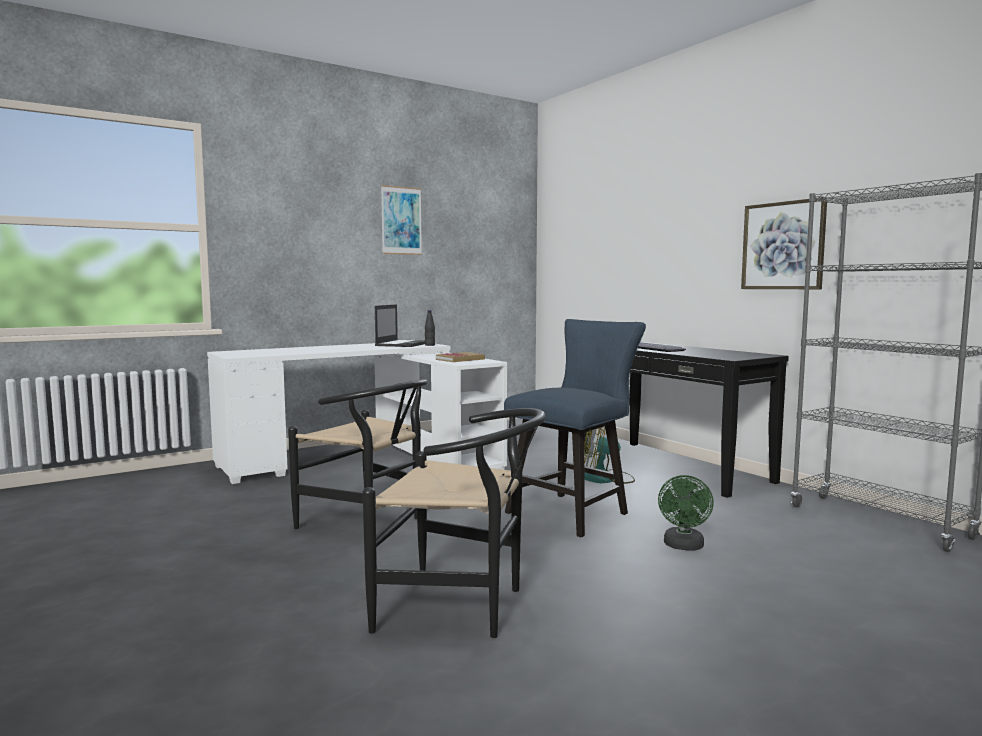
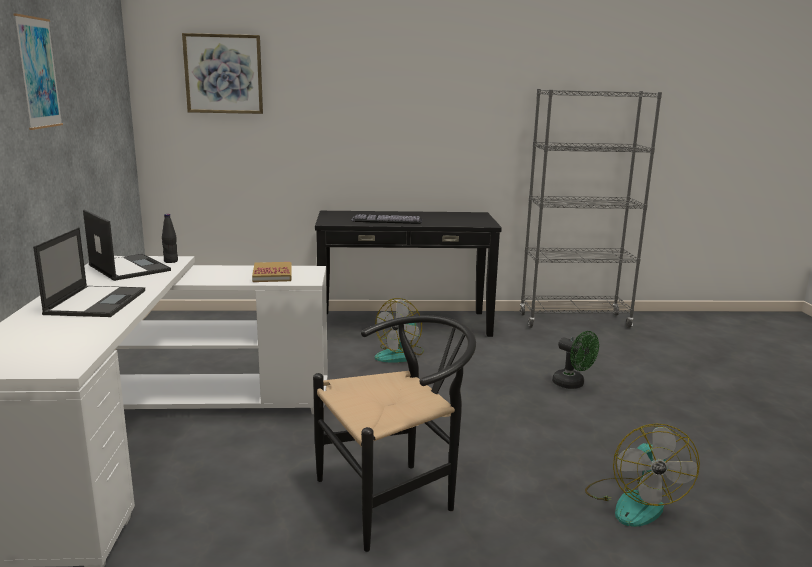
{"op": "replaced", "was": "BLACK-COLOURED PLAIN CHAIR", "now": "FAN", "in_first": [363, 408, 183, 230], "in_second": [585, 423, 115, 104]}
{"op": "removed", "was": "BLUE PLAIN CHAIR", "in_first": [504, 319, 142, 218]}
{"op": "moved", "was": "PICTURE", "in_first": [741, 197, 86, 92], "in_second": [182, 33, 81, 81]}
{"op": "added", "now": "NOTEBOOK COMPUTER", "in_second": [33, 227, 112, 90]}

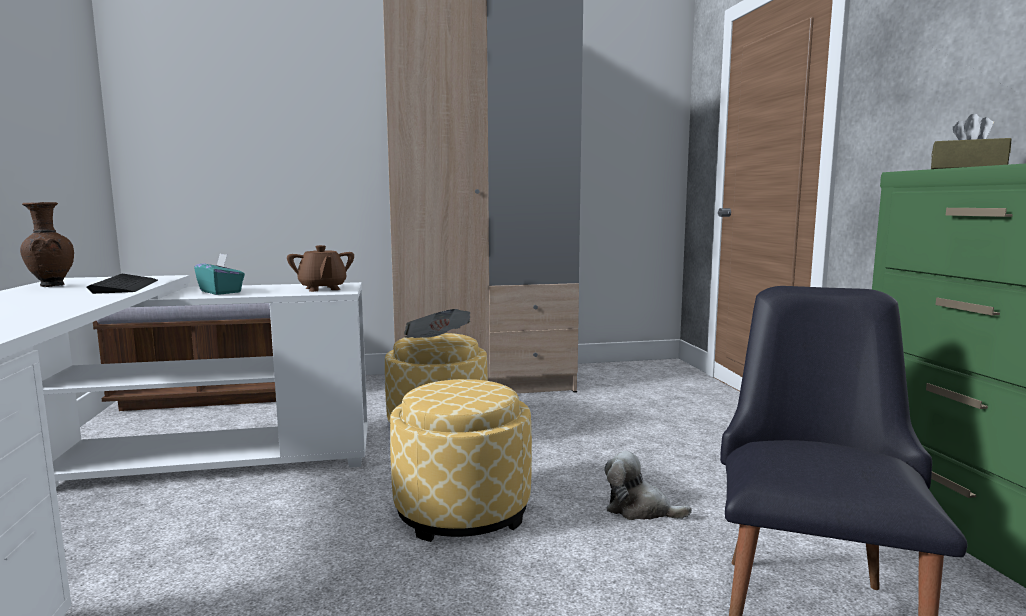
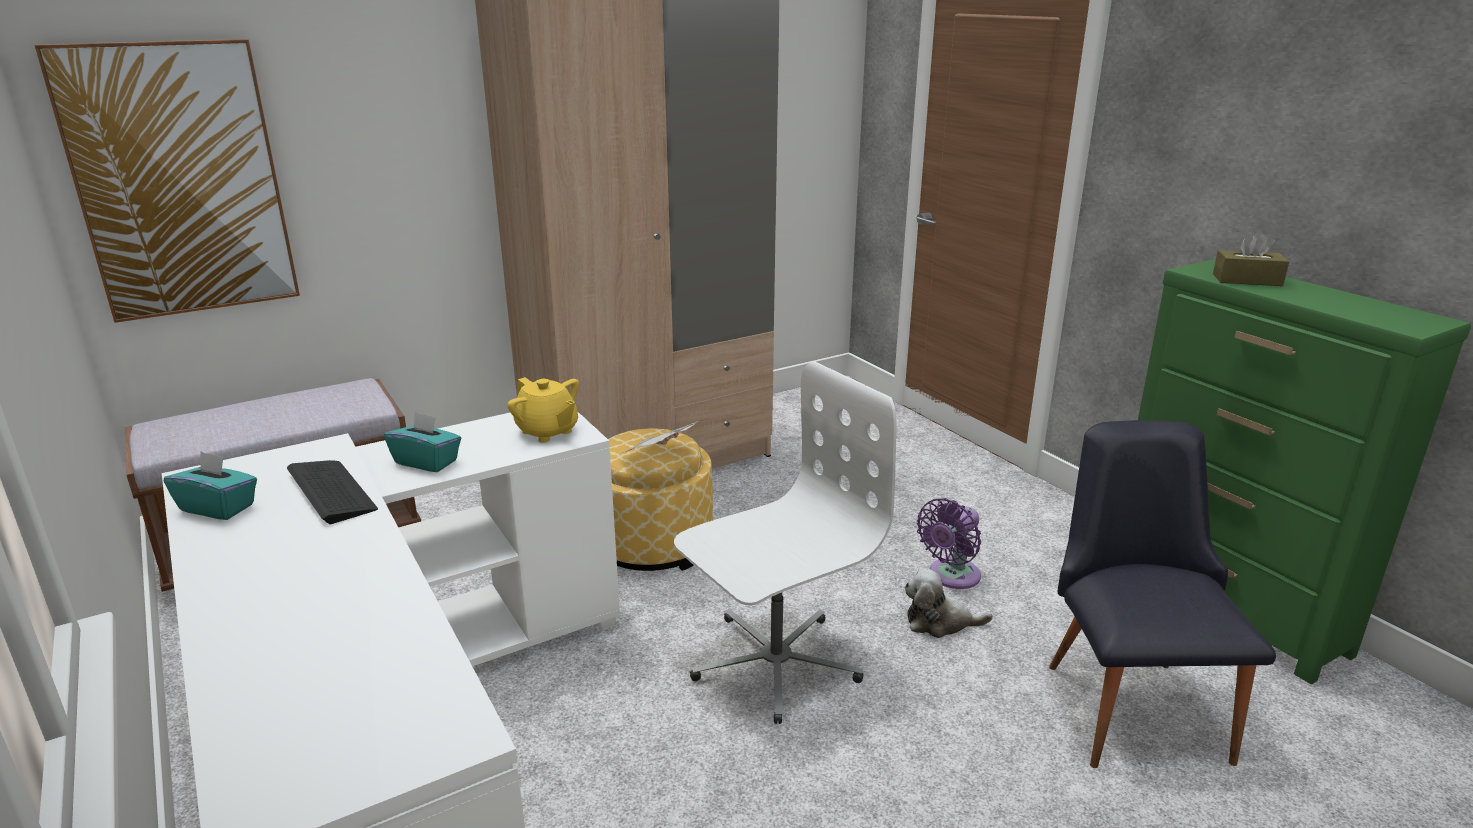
{"op": "replaced", "was": "BROWN-COLOURED VASE", "now": "TURQUOISE TISSUE BOX", "in_first": [20, 202, 54, 85], "in_second": [164, 451, 93, 69]}
{"op": "recoloured", "was": "BROWN-COLOURED POT FOR TEA", "now": "YELLOW-COLOURED POT FOR TEA", "in_first": [287, 245, 67, 47], "in_second": [507, 377, 72, 66]}
{"op": "replaced", "was": "POUFFE", "now": "WHITE COMPUTER CHAIR", "in_first": [390, 379, 142, 163], "in_second": [674, 361, 223, 363]}
{"op": "added", "now": "PICTURE", "in_second": [35, 39, 265, 284]}
{"op": "added", "now": "PURPLISH FAN", "in_second": [917, 498, 64, 91]}

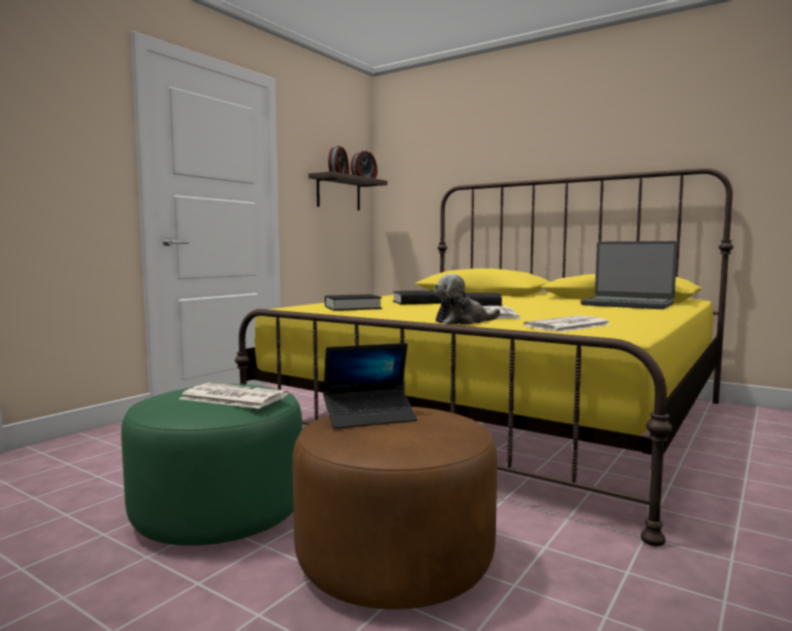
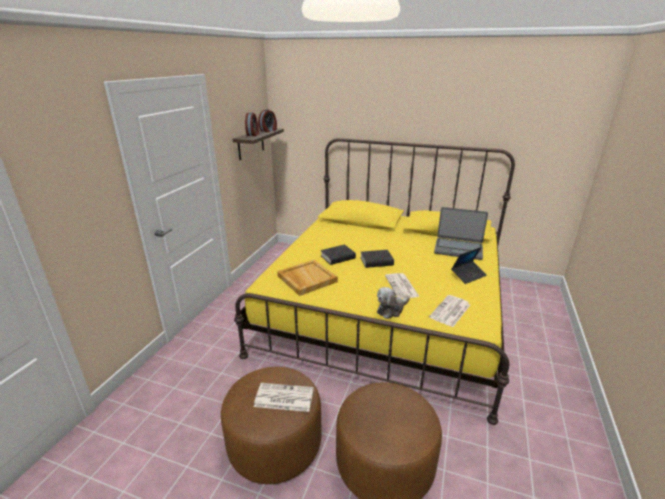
{"op": "recoloured", "was": "GREEN POUFFE", "now": "BROWN-COLOURED POUFFE", "in_first": [121, 384, 181, 162], "in_second": [221, 367, 101, 117]}
{"op": "moved", "was": "NOTEBOOK COMPUTER", "in_first": [323, 343, 94, 86], "in_second": [451, 247, 36, 37]}
{"op": "replaced", "was": "BLACK-COLOURED BOUND BOOK", "now": "BEIGE-COLOURED TRAY", "in_first": [325, 294, 57, 17], "in_second": [277, 260, 61, 36]}

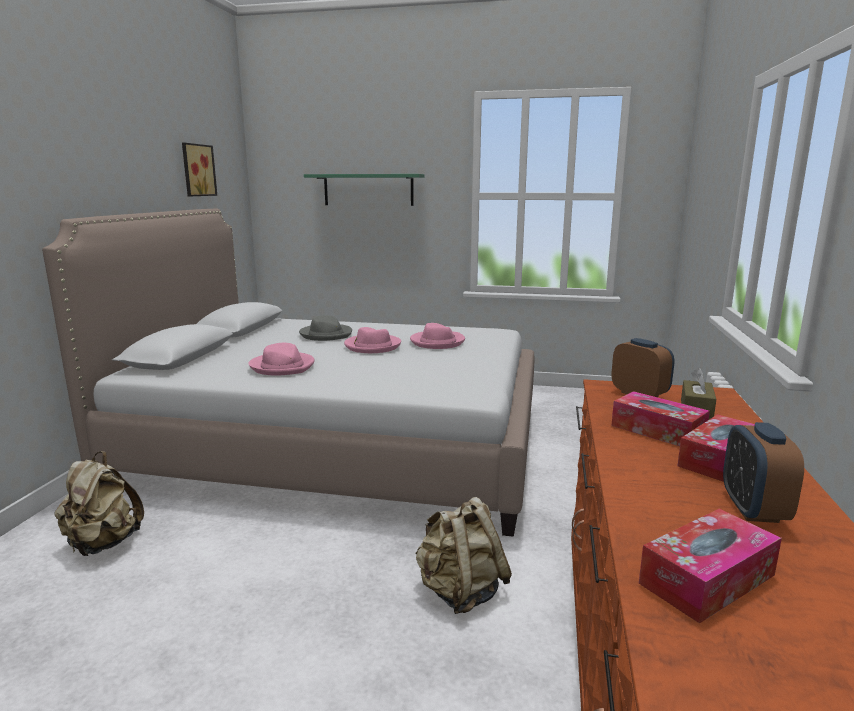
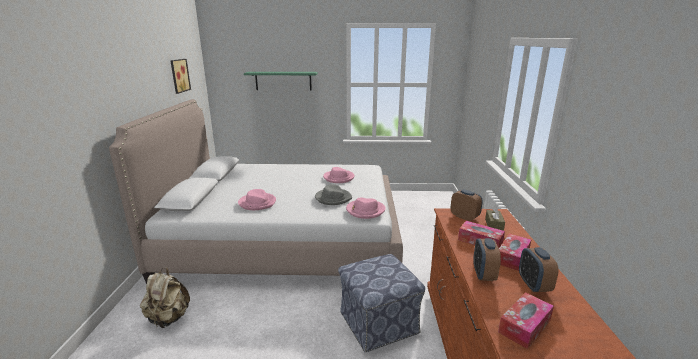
{"op": "moved", "was": "GRAY HAT", "in_first": [299, 315, 53, 26], "in_second": [315, 184, 37, 21]}
{"op": "moved", "was": "PINK HAT", "in_first": [344, 327, 57, 26], "in_second": [346, 197, 40, 22]}
{"op": "replaced", "was": "BEIGE-COLOURED KNAPSACK", "now": "POUFFE", "in_first": [415, 497, 97, 117], "in_second": [338, 254, 87, 98]}
{"op": "added", "now": "ALARM CLOCK", "in_second": [473, 238, 28, 43]}

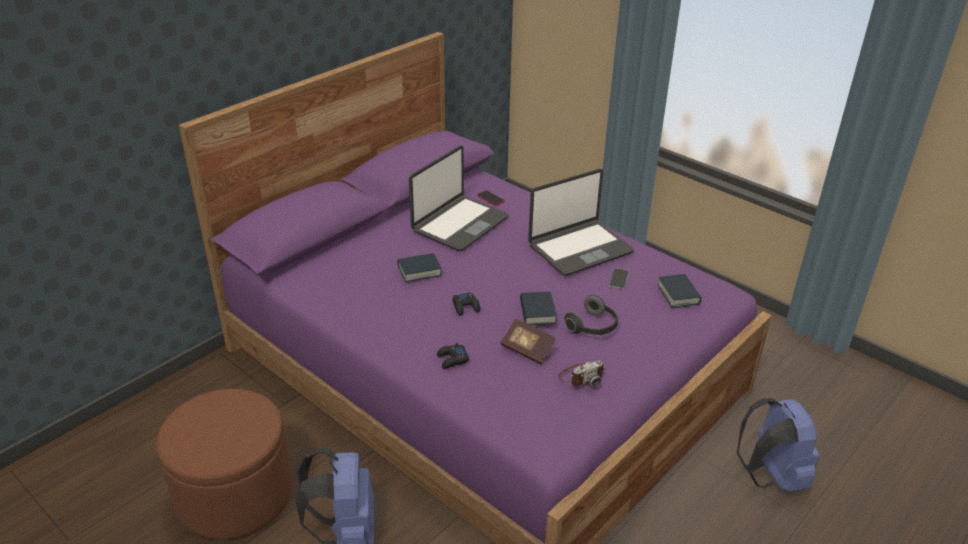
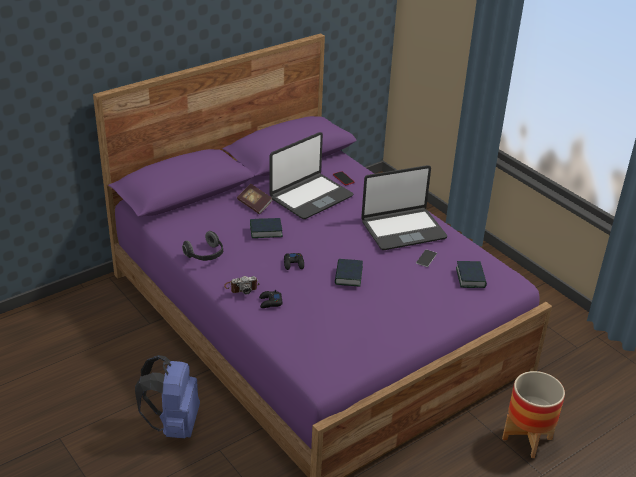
{"op": "removed", "was": "BROWN-COLOURED POUFFE", "in_first": [156, 389, 137, 150]}
{"op": "moved", "was": "BOUND BOOK", "in_first": [500, 319, 56, 45], "in_second": [237, 184, 36, 30]}
{"op": "moved", "was": "PHOTO CAMERA", "in_first": [558, 360, 47, 26], "in_second": [224, 276, 36, 18]}
{"op": "moved", "was": "HEADSET", "in_first": [564, 295, 54, 40], "in_second": [182, 231, 41, 30]}
{"op": "replaced", "was": "BLUE KNAPSACK", "now": "PLANT POT", "in_first": [737, 398, 83, 94], "in_second": [502, 371, 63, 87]}

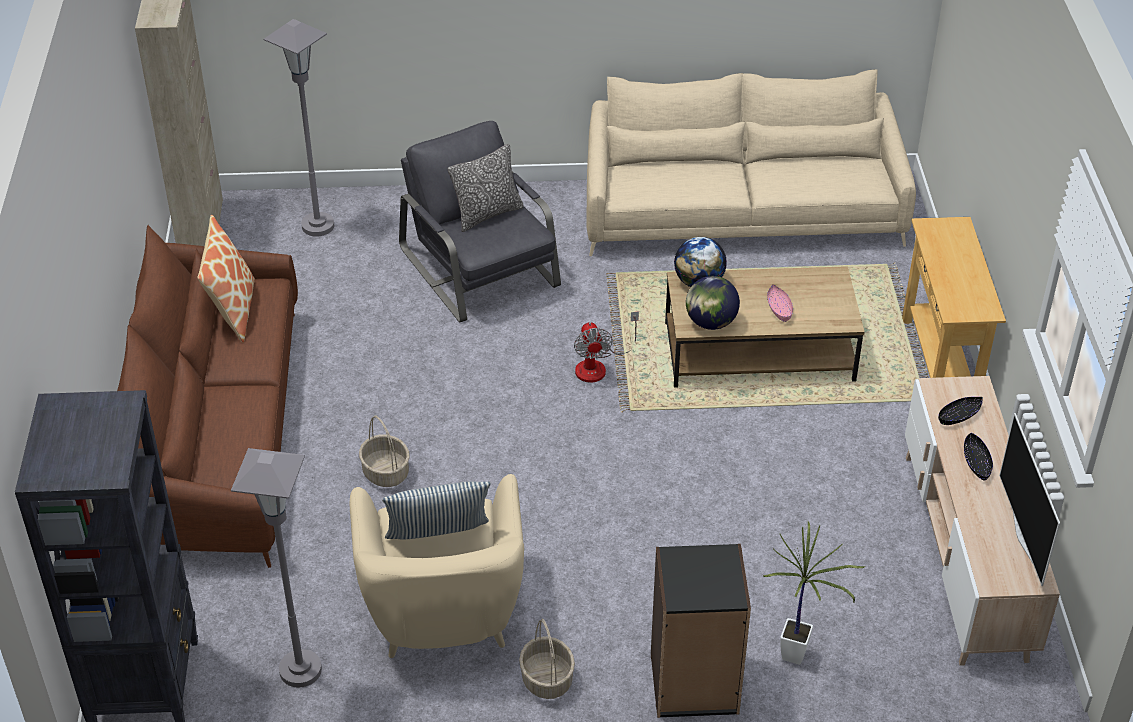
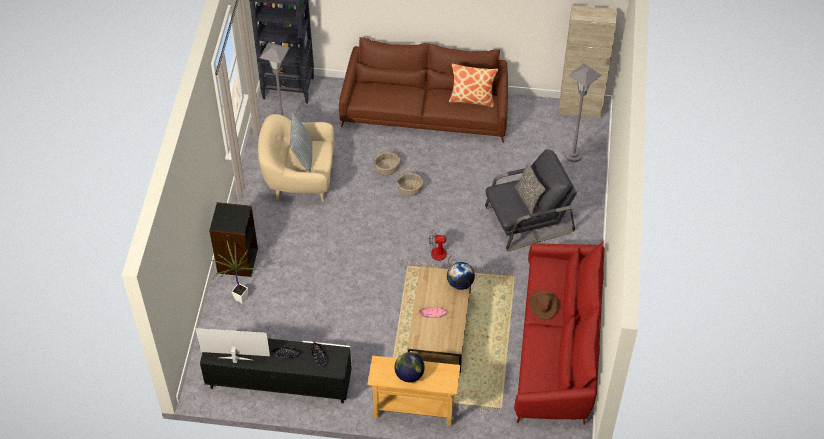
{"op": "moved", "was": "HOUSEHOLD BASKET", "in_first": [519, 619, 56, 80], "in_second": [397, 168, 26, 28]}
{"op": "recoloured", "was": "BEIGE-COLOURED SETTEE", "now": "RED SETTEE", "in_first": [587, 69, 329, 187], "in_second": [514, 241, 91, 184]}
{"op": "moved", "was": "WORLD GLOBE", "in_first": [686, 276, 54, 54], "in_second": [394, 352, 31, 30]}
{"op": "recoloured", "was": "BEIGE-COLOURED TV STAND", "now": "BLACK-COLOURED TV STAND", "in_first": [905, 376, 155, 290], "in_second": [200, 339, 152, 64]}
{"op": "added", "now": "BROWN-COLOURED HAT", "in_second": [529, 290, 30, 30]}

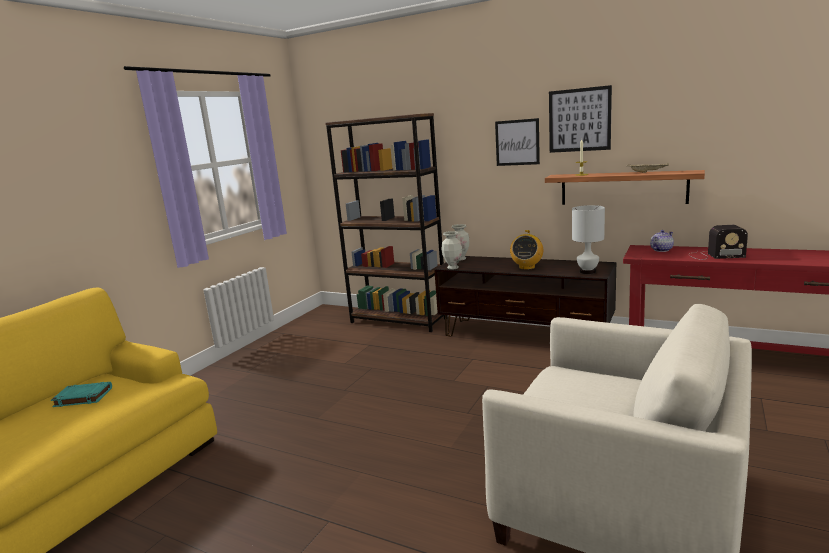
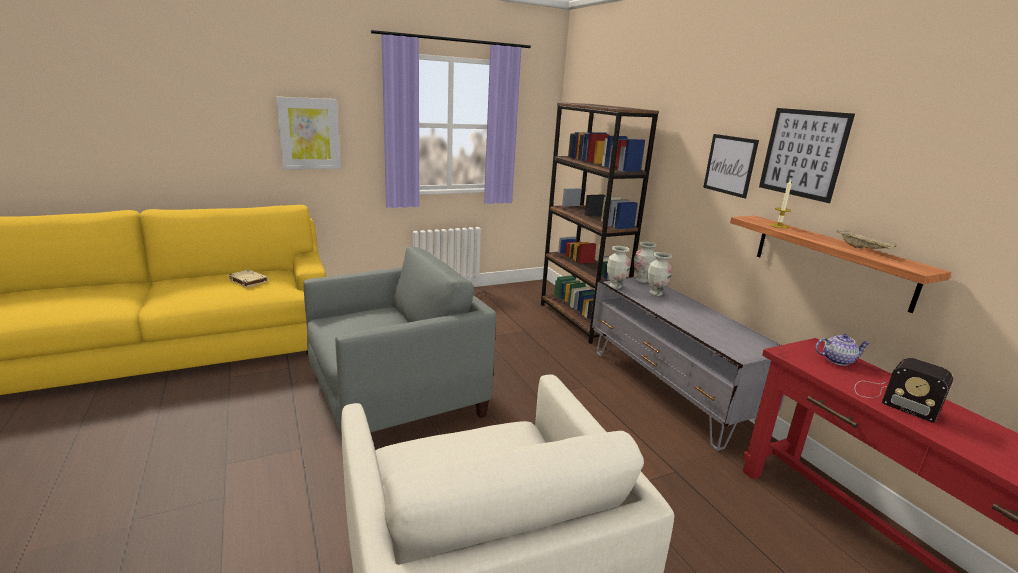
{"op": "recoloured", "was": "TURQUOISE BOUND BOOK", "now": "BEIGE-COLOURED BOUND BOOK", "in_first": [51, 382, 61, 25], "in_second": [228, 269, 40, 19]}
{"op": "recoloured", "was": "BROWN-COLOURED TV STAND", "now": "GRAY TV STAND", "in_first": [434, 256, 182, 80], "in_second": [592, 277, 193, 174]}
{"op": "removed", "was": "RADIO RECEIVER", "in_first": [510, 230, 33, 40]}
{"op": "removed", "was": "WHITE TABLETOP LAMP", "in_first": [572, 205, 33, 69]}
{"op": "added", "now": "PICTURE", "in_second": [276, 97, 65, 72]}
{"op": "added", "now": "GRAY LOUNGE CHAIR", "in_second": [304, 246, 192, 187]}
{"op": "added", "now": "VASE", "in_second": [647, 252, 25, 44]}

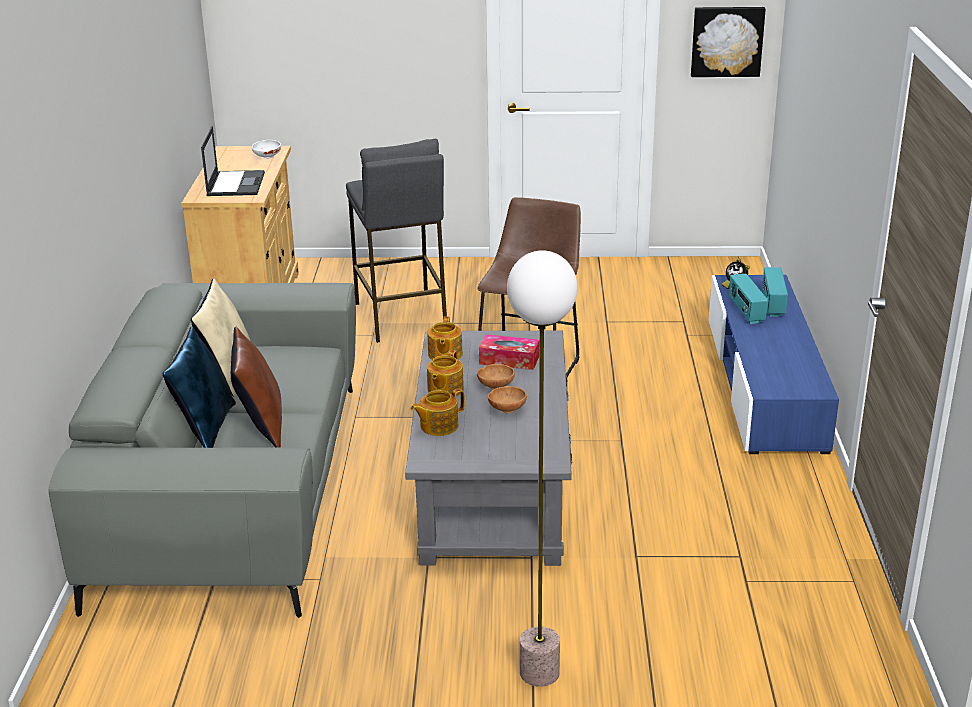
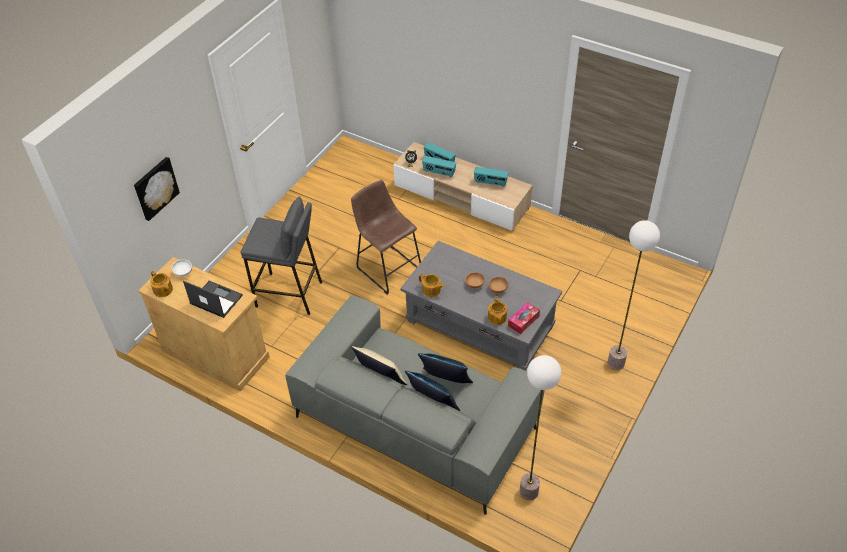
{"op": "recoloured", "was": "BROWN-COLOURED PILLOW", "now": "BLUE PILLOW", "in_first": [231, 327, 51, 120], "in_second": [418, 353, 55, 30]}
{"op": "moved", "was": "POT FOR TEA", "in_first": [427, 350, 37, 46], "in_second": [150, 270, 23, 27]}
{"op": "moved", "was": "TISSUE BOX", "in_first": [479, 334, 60, 36], "in_second": [508, 302, 32, 32]}
{"op": "moved", "was": "PICTURE", "in_first": [691, 7, 75, 70], "in_second": [134, 157, 46, 64]}
{"op": "recoloured", "was": "BLUE TV STAND", "now": "BEIGE-COLOURED TV STAND", "in_first": [709, 275, 130, 179], "in_second": [393, 142, 139, 89]}
{"op": "added", "now": "RADIO RECEIVER", "in_second": [474, 167, 35, 20]}
{"op": "added", "now": "FLOOR LAMP", "in_second": [520, 355, 41, 145]}

